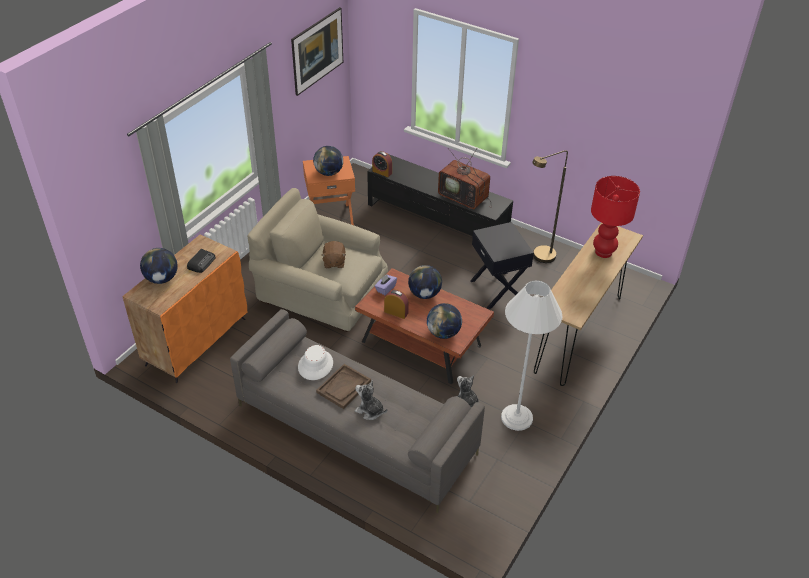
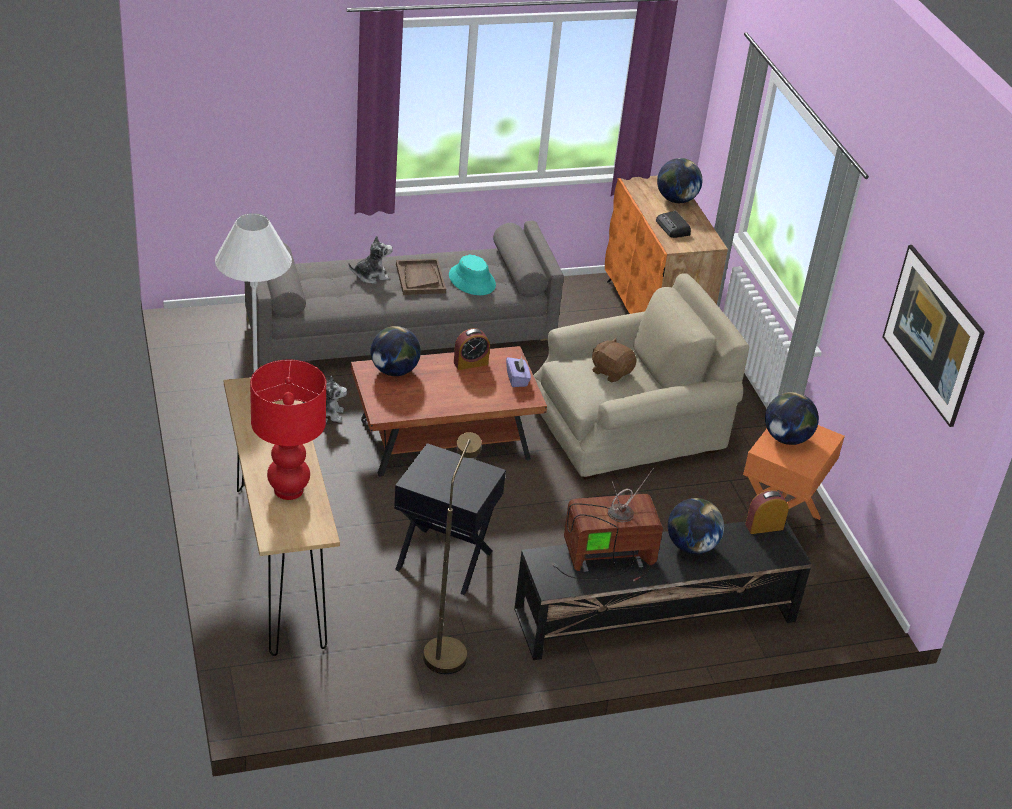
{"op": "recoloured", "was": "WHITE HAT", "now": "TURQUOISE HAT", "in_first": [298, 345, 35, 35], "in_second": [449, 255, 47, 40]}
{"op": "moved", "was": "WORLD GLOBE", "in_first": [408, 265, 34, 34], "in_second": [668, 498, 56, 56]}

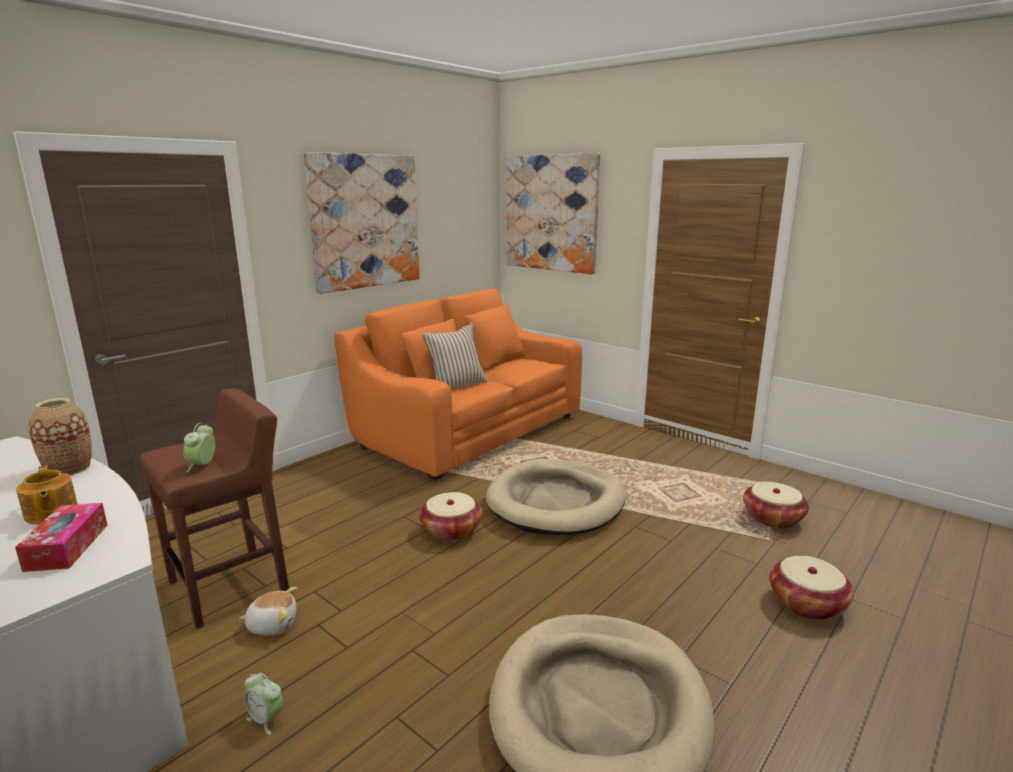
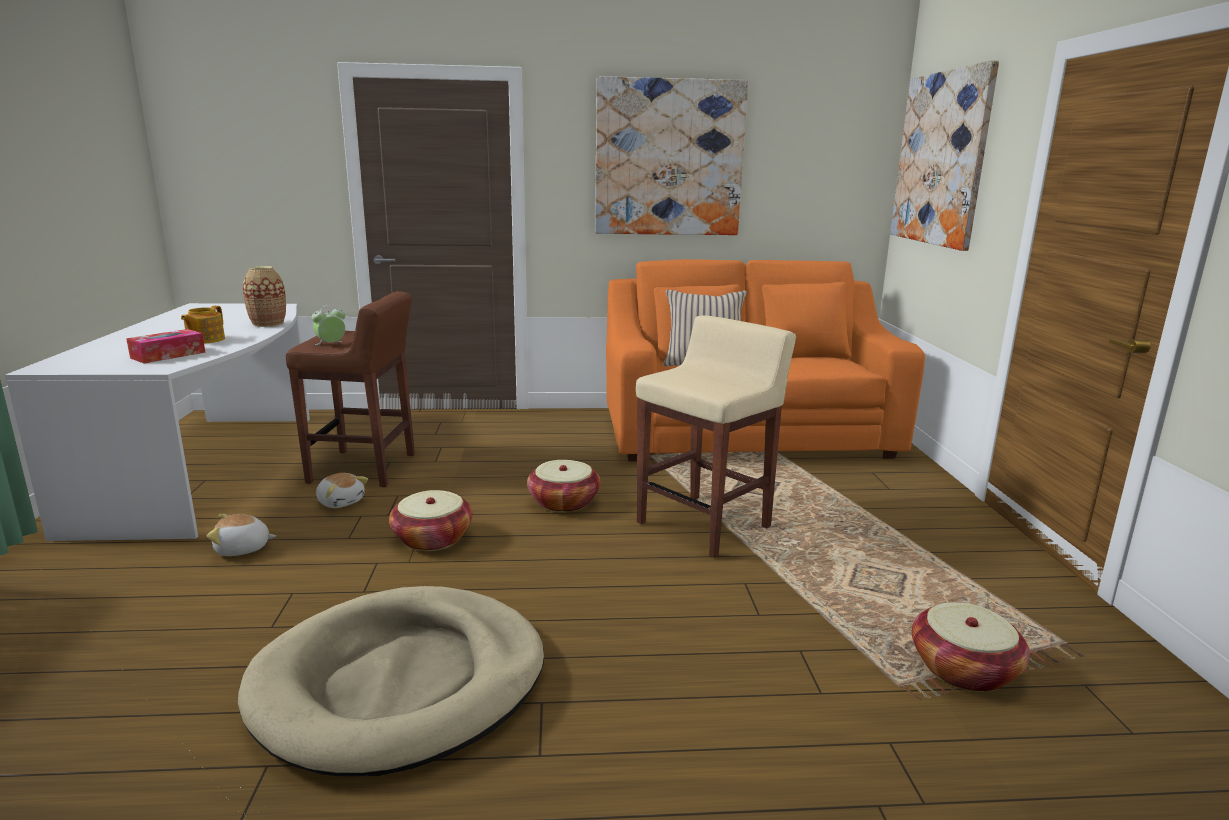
{"op": "replaced", "was": "ALARM CLOCK", "now": "SOFT TOY", "in_first": [244, 672, 39, 63], "in_second": [207, 514, 69, 42]}
{"op": "replaced", "was": "BEIGE-COLOURED DOG CUSHION", "now": "BEIGE-COLOURED SITTING STOOL", "in_first": [485, 459, 141, 76], "in_second": [636, 315, 160, 243]}
{"op": "moved", "was": "HOUSEHOLD BASKET", "in_first": [770, 556, 84, 64], "in_second": [389, 490, 84, 61]}

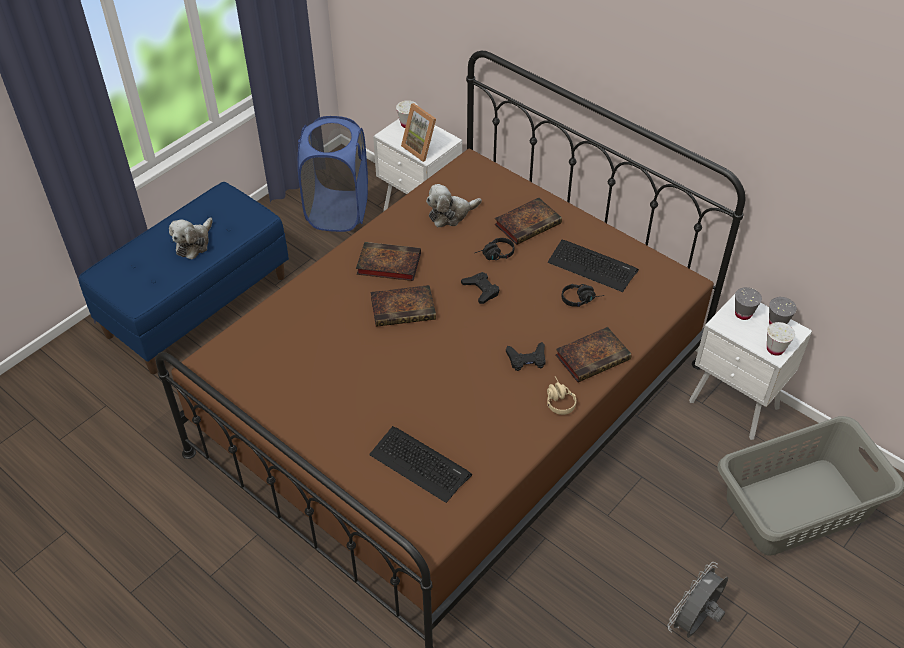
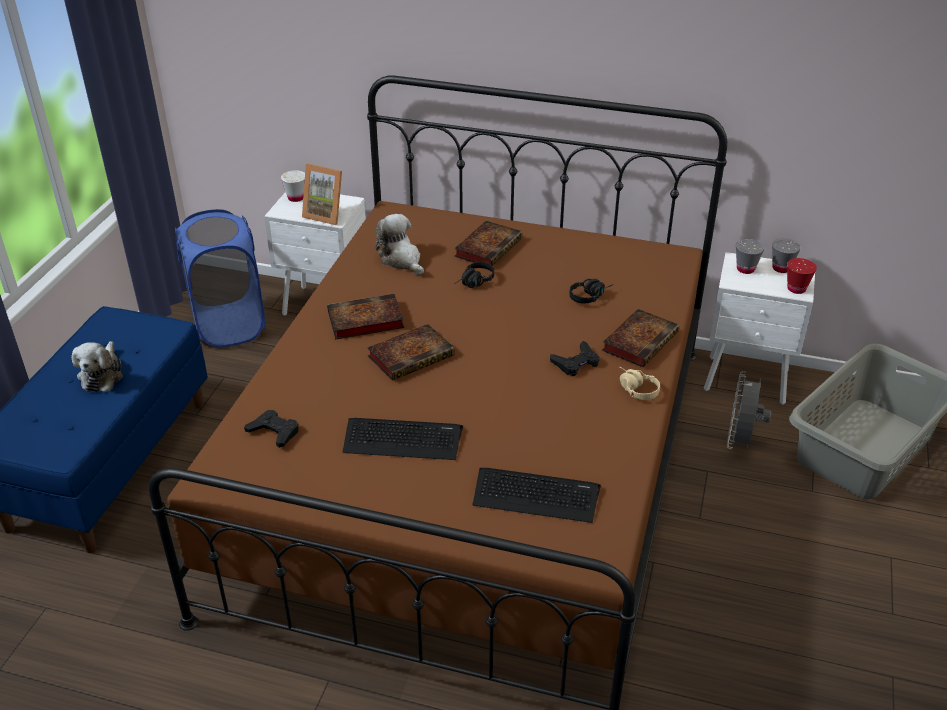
{"op": "turned", "was": "SOFT TOY", "in_first": [426, 184, 56, 43], "in_second": [376, 214, 48, 61], "clockwise": 105}
{"op": "moved", "was": "BLACK-COLOURED JOYPAD", "in_first": [461, 272, 38, 32], "in_second": [244, 410, 54, 38]}
{"op": "moved", "was": "KEYBOARD", "in_first": [548, 240, 91, 52], "in_second": [342, 418, 121, 42]}
{"op": "moved", "was": "GRAY FAN", "in_first": [667, 562, 61, 76], "in_second": [727, 371, 44, 78]}
{"op": "recoloured", "was": "WHITE CUP", "now": "RED CUP", "in_first": [767, 322, 28, 34], "in_second": [787, 258, 30, 36]}

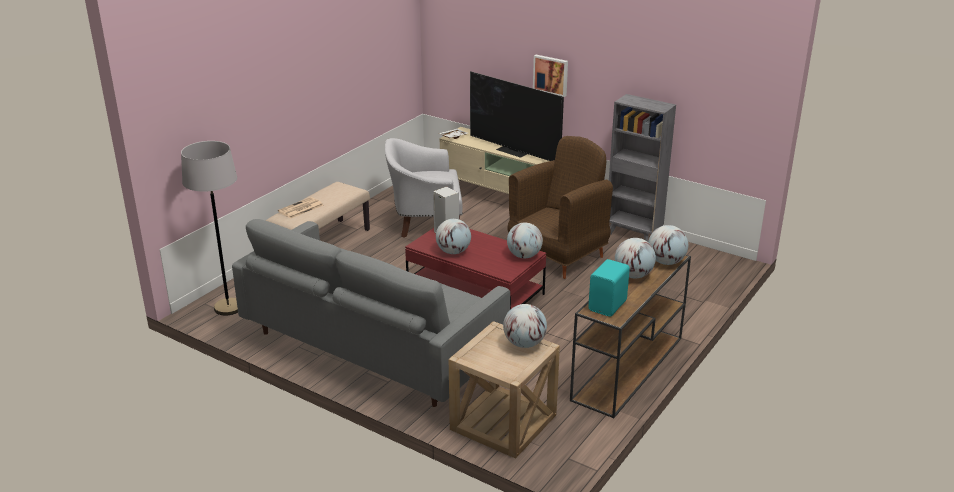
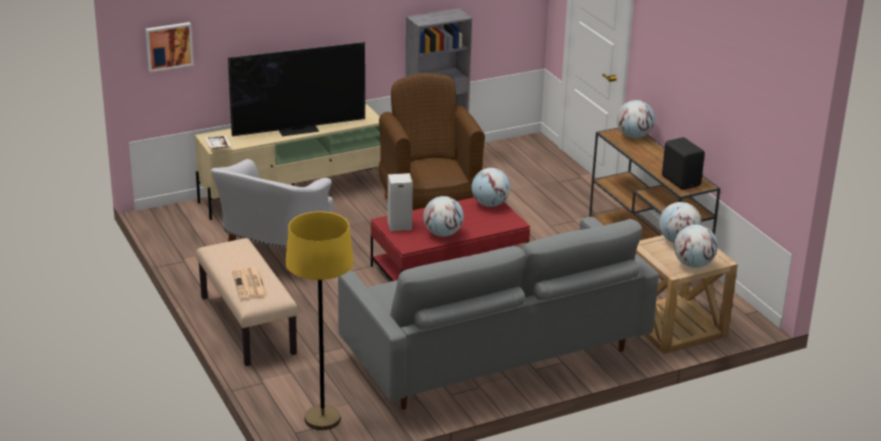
{"op": "recoloured", "was": "GRAY FLOOR LAMP", "now": "YELLOW-COLOURED FLOOR LAMP", "in_first": [181, 141, 57, 174], "in_second": [285, 211, 69, 219]}
{"op": "moved", "was": "PICTURE", "in_first": [533, 55, 35, 42], "in_second": [145, 22, 49, 50]}
{"op": "recoloured", "was": "TURQUOISE LOUDSPEAKER", "now": "BLACK-COLOURED LOUDSPEAKER", "in_first": [588, 259, 42, 58], "in_second": [662, 137, 43, 53]}
{"op": "moved", "was": "WORLD GLOBE", "in_first": [615, 238, 41, 40], "in_second": [674, 225, 44, 43]}

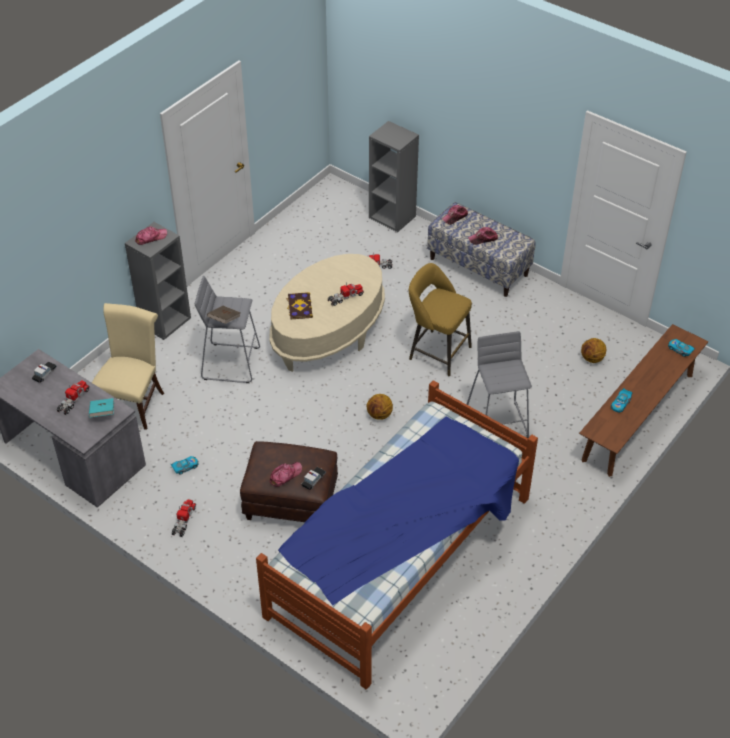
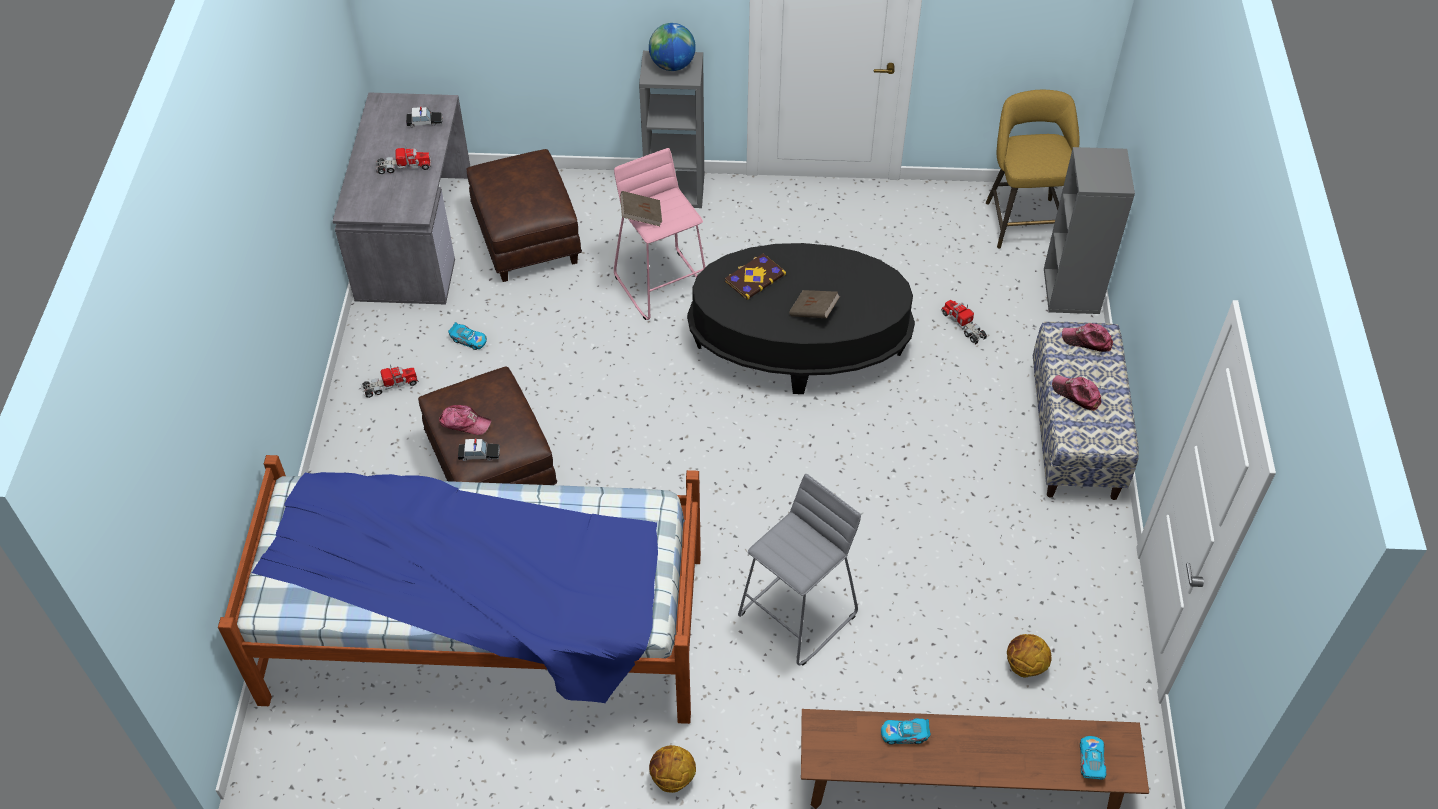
{"op": "removed", "was": "TURQUOISE BOUND BOOK", "in_first": [89, 398, 25, 20]}
{"op": "replaced", "was": "BEIGE-COLOURED PLAIN CHAIR", "now": "BROWN-COLOURED POUFFE", "in_first": [92, 303, 72, 127], "in_second": [466, 149, 116, 133]}
{"op": "replaced", "was": "CAP", "now": "WORLD GLOBE", "in_first": [135, 226, 32, 19], "in_second": [649, 23, 47, 48]}
{"op": "recoloured", "was": "GRAY SITTING STOOL", "now": "PINK SITTING STOOL", "in_first": [195, 276, 65, 107], "in_second": [614, 148, 91, 172]}
{"op": "recoloured", "was": "BEIGE-COLOURED LOW TABLE", "now": "BLACK-COLOURED LOW TABLE", "in_first": [269, 254, 116, 118], "in_second": [687, 243, 228, 151]}
{"op": "replaced", "was": "TOY LORRY", "now": "BROWN-COLOURED BOUND BOOK", "in_first": [328, 283, 36, 23], "in_second": [789, 290, 51, 28]}
{"op": "moved", "was": "BASKETBALL BALL", "in_first": [367, 394, 26, 26], "in_second": [649, 745, 47, 48]}
{"op": "moved", "was": "YELLOW-COLOURED SITTING STOOL", "in_first": [409, 263, 63, 113], "in_second": [986, 90, 94, 159]}

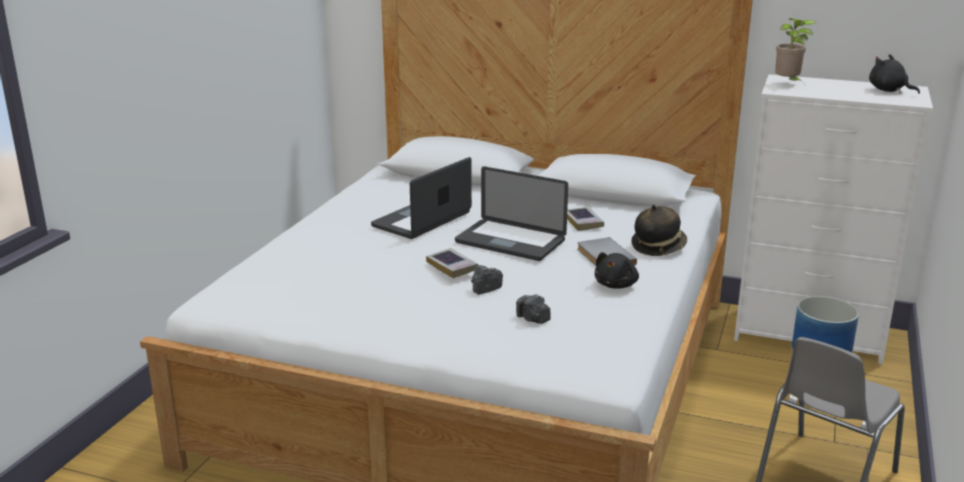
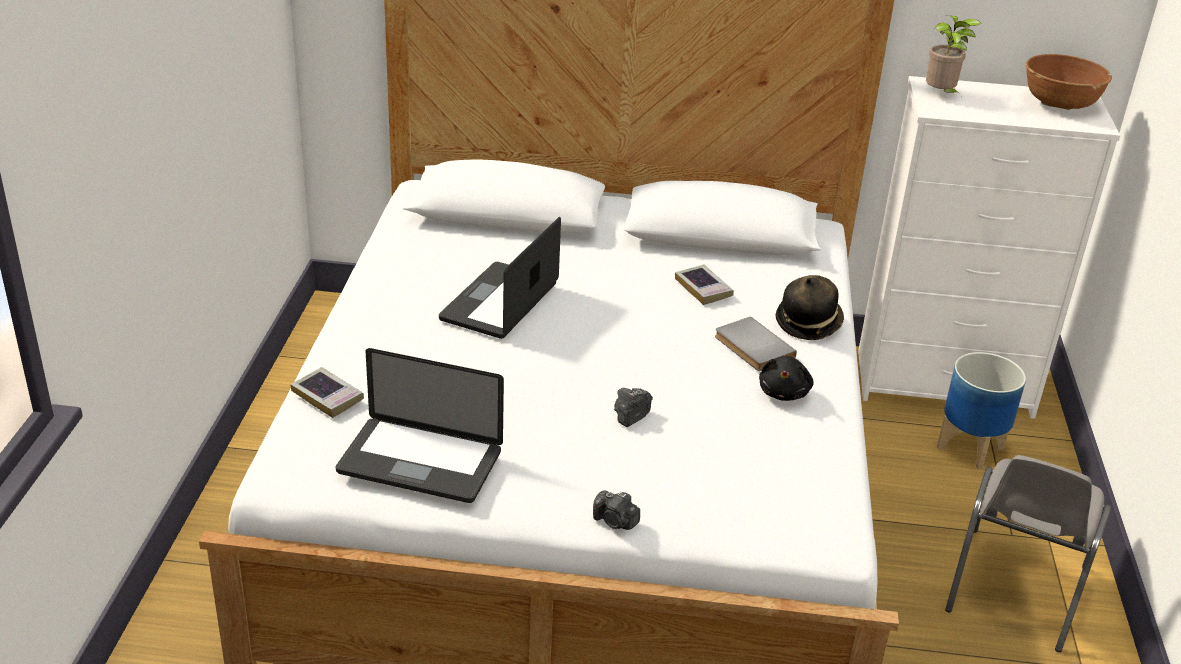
{"op": "moved", "was": "BOUND BOOK", "in_first": [426, 248, 52, 30], "in_second": [290, 367, 74, 51]}
{"op": "moved", "was": "NOTEBOOK COMPUTER", "in_first": [455, 166, 113, 95], "in_second": [336, 348, 168, 155]}
{"op": "moved", "was": "PHOTO CAMERA", "in_first": [516, 294, 35, 30], "in_second": [593, 490, 47, 40]}
{"op": "replaced", "was": "BLACK-COLOURED SOFT TOY", "now": "BROWN-COLOURED BOWL", "in_first": [869, 54, 51, 40], "in_second": [1026, 54, 86, 56]}

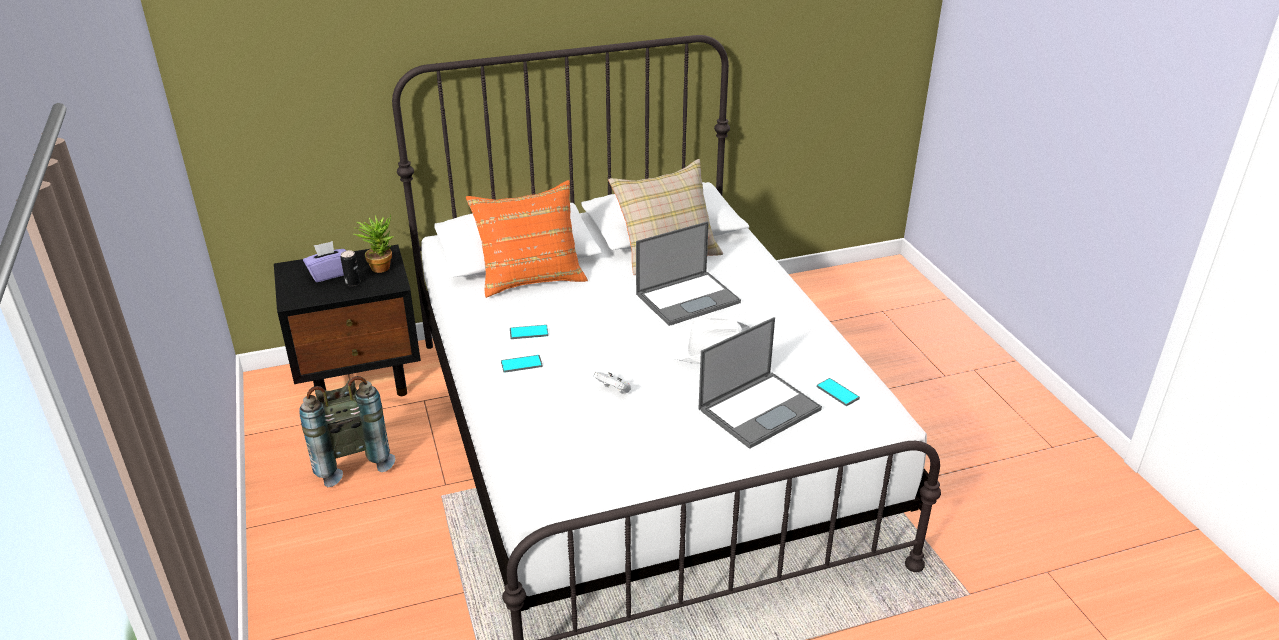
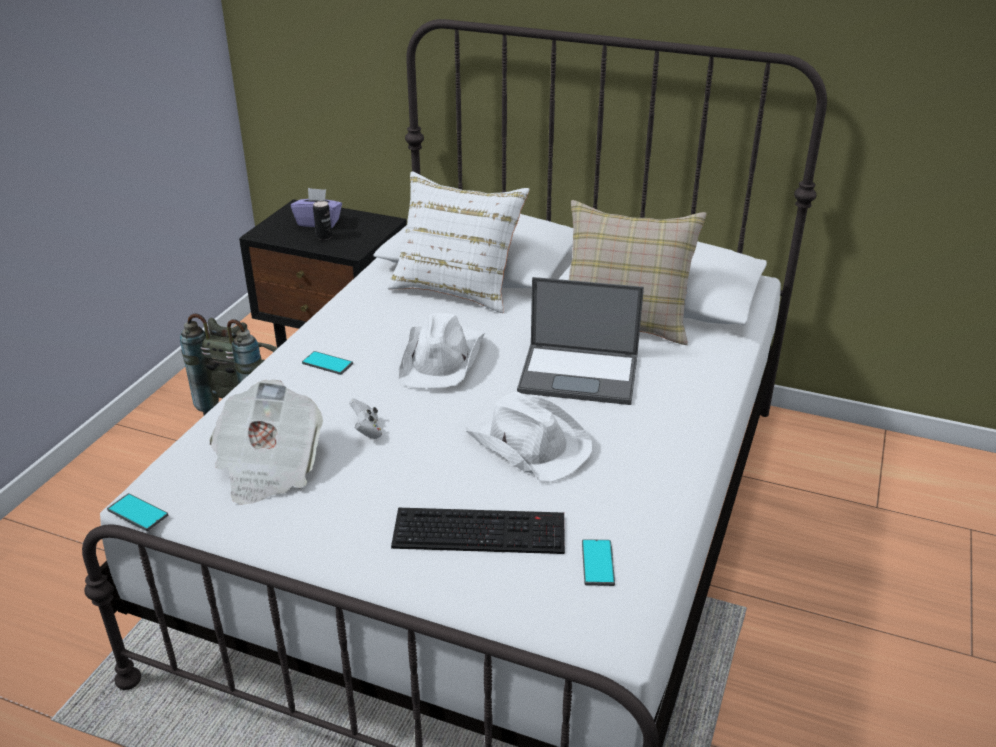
{"op": "removed", "was": "PLANT IN A POT", "in_first": [354, 215, 40, 58]}
{"op": "recoloured", "was": "ORANGEY PILLOW", "now": "WHITE PILLOW", "in_first": [466, 180, 122, 118], "in_second": [387, 171, 143, 142]}
{"op": "moved", "was": "TELEPHONE", "in_first": [510, 325, 38, 14], "in_second": [107, 493, 61, 38]}
{"op": "replaced", "was": "NOTEBOOK COMPUTER", "now": "KEYBOARD", "in_first": [698, 317, 124, 132], "in_second": [391, 508, 174, 46]}
{"op": "added", "now": "PRINTED PAPER", "in_second": [210, 379, 113, 126]}
{"op": "added", "now": "WHITE HAT", "in_second": [398, 313, 87, 75]}

